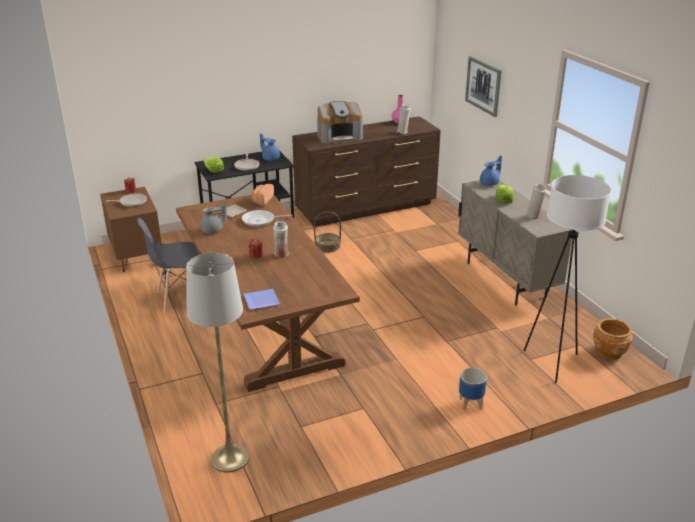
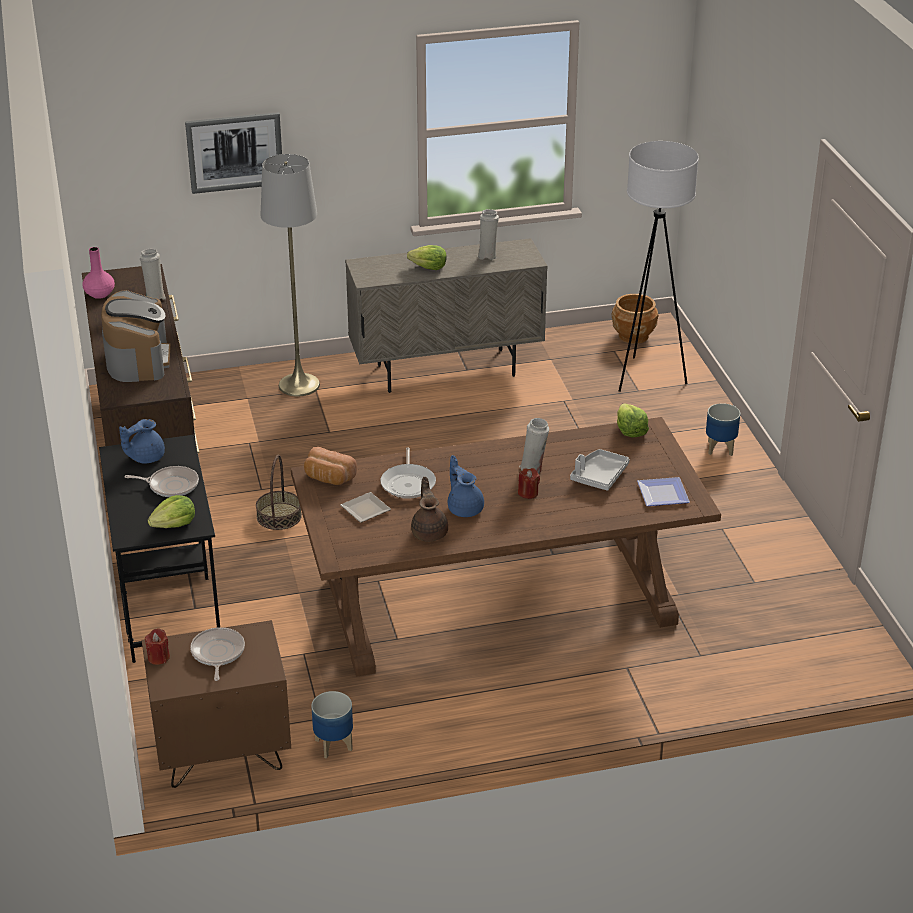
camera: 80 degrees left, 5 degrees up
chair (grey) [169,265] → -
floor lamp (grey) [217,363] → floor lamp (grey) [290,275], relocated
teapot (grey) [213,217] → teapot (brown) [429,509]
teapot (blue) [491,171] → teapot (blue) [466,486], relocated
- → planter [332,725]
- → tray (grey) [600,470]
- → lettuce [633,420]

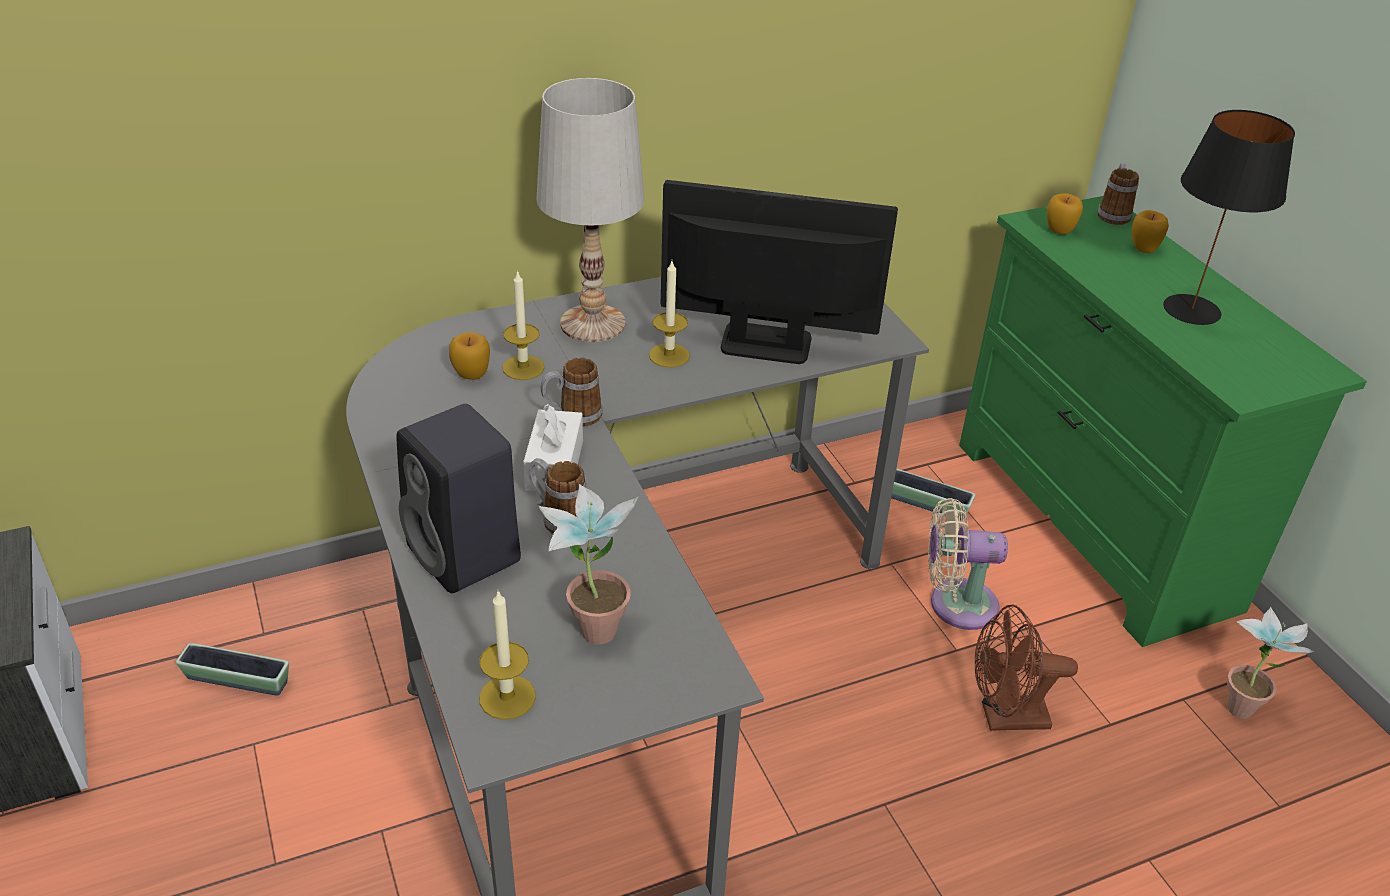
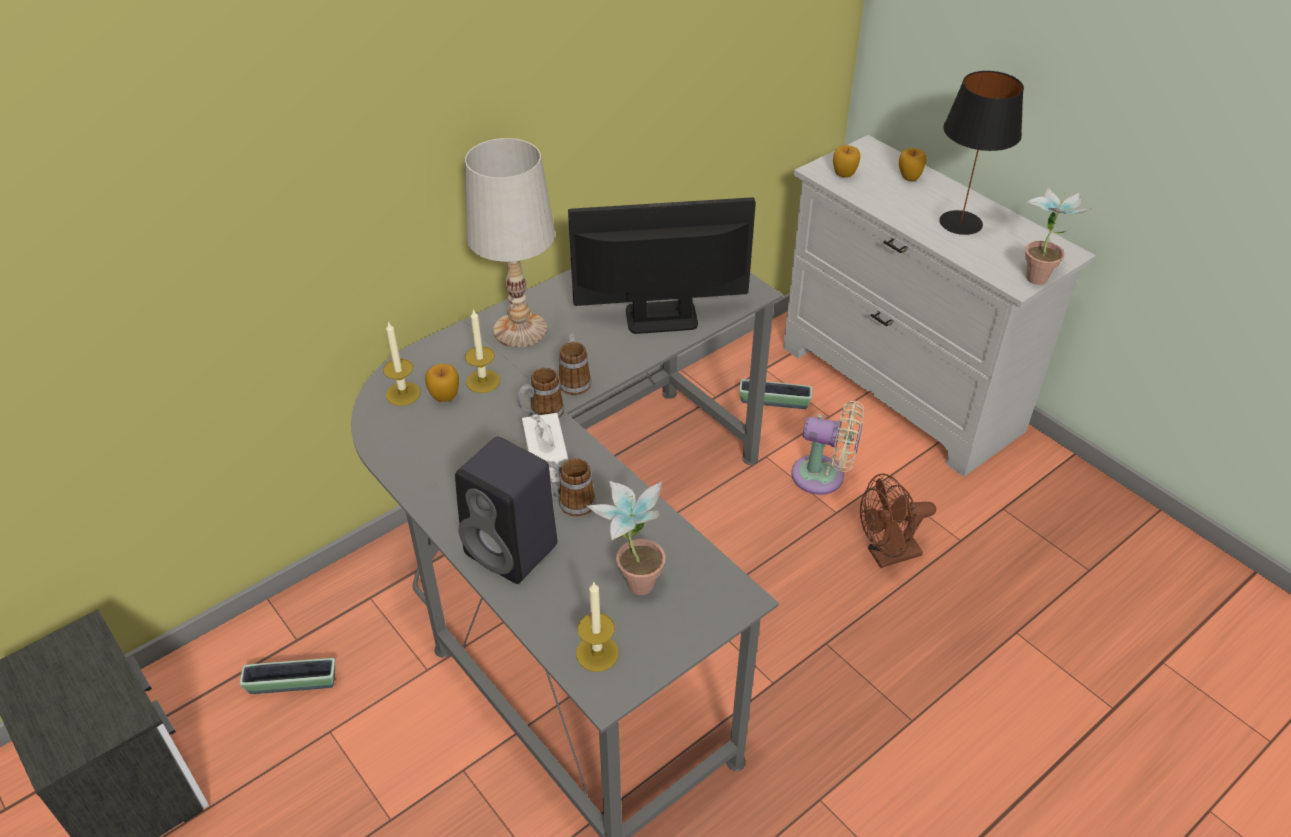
camera: 15 degrees left, 5 degrees up
candle [669,314] → candle [402,363], relocated
fan (beige) [968,564] → fan (beige) [827,448], 150 degrees counterclockwise
dresser (green) [1163,421] → dresser (white) [939,306]
mug [1118,194] → mug [574,364], relocated
potted plant [1271,663] → potted plant [1058,236], relocated

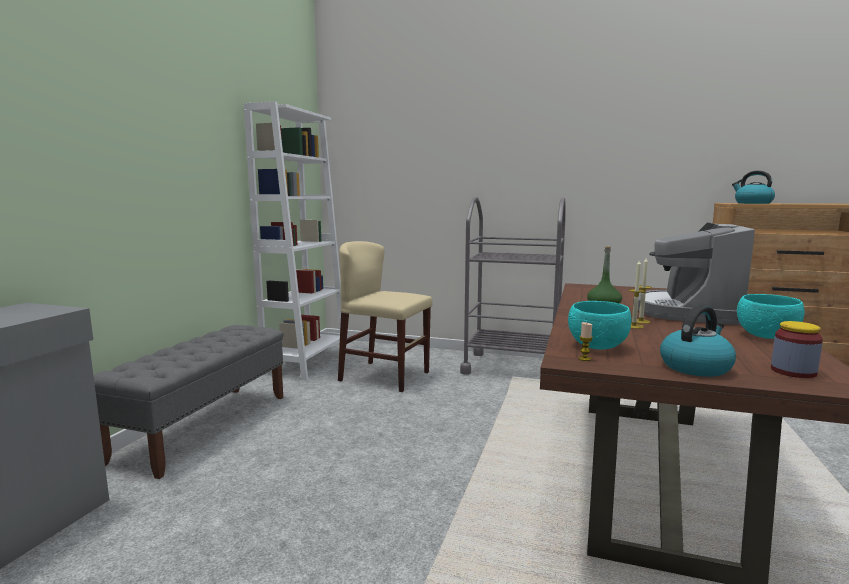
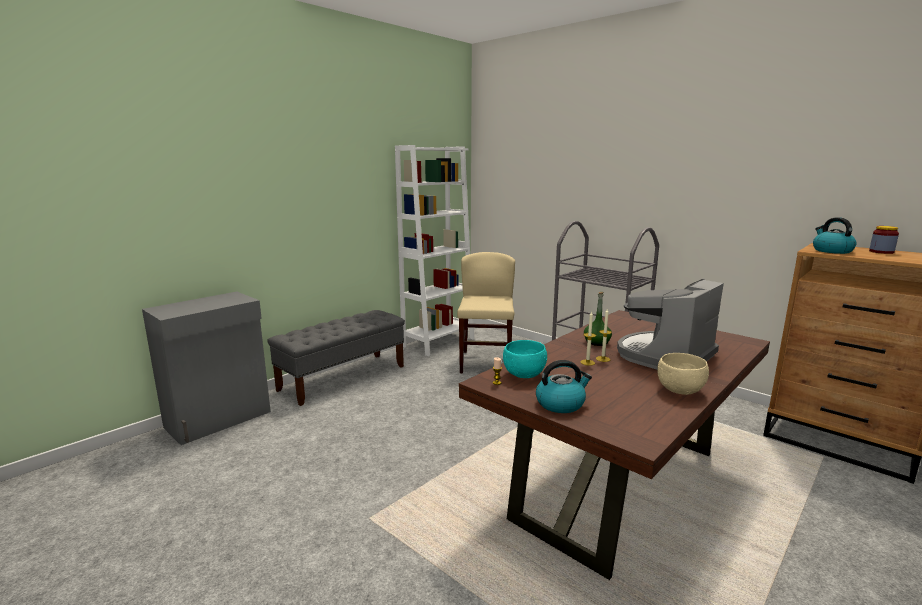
camera: 25 degrees right, 5 degrees up
chair (beige) [385,316] → chair (beige) [486,312], 45 degrees clockwise
bowl (turquoise) [771,316] → bowl (beige) [683,374]
jar [797,349] → jar [884,240], relocated

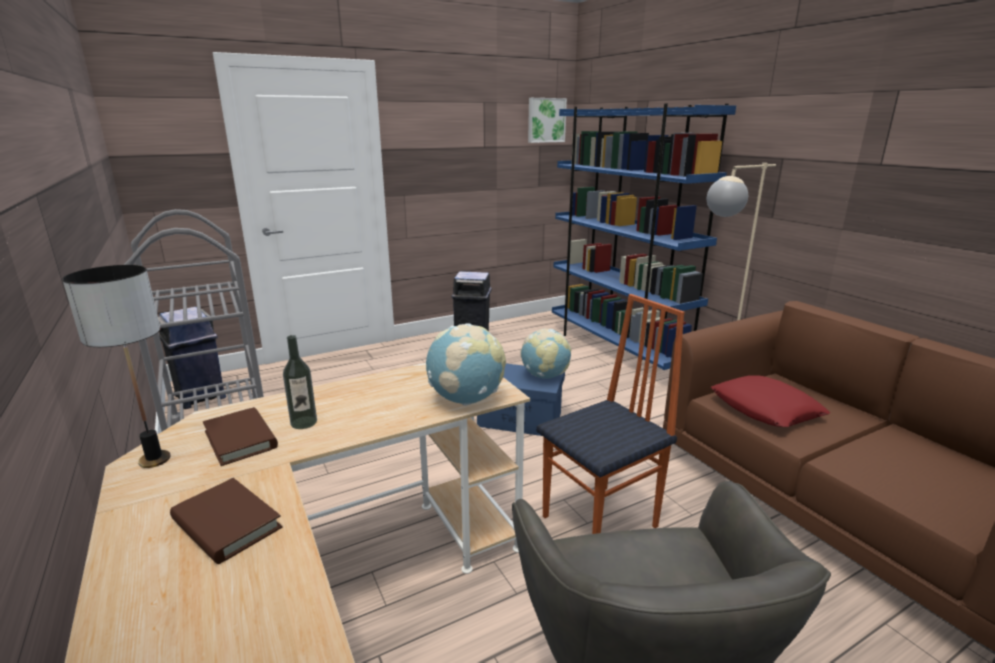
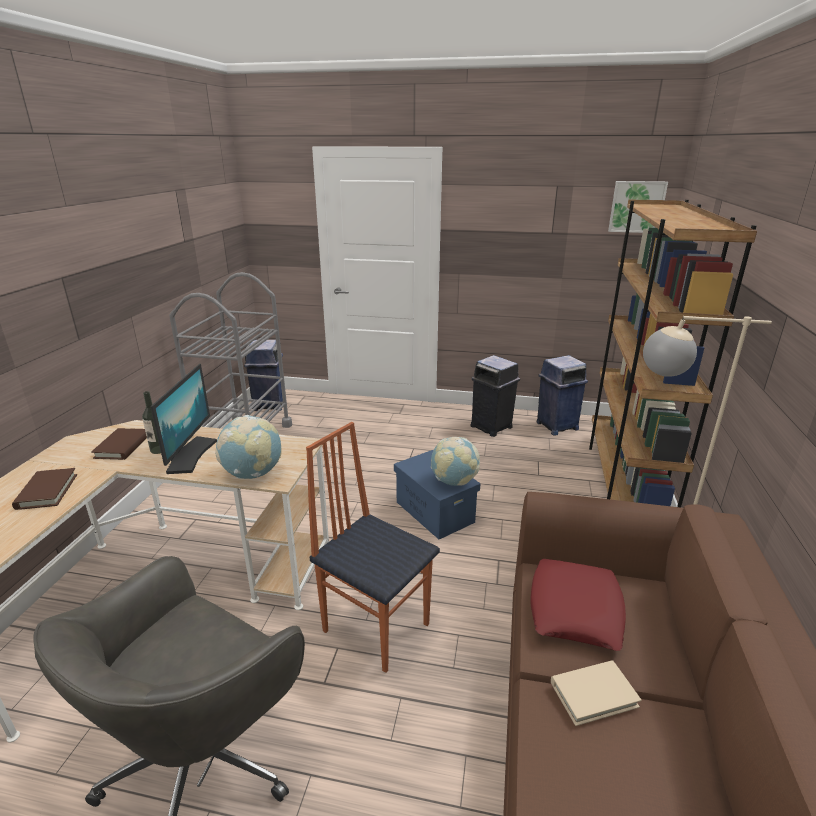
camera: 40 degrees right, 5 degrees up
table lamp [116,366] → -
chair [610,414] → chair [373,547], 150 degrees counterclockwise
bookcase (blue) [644,236] → bookcase (brown) [673,354]
- → monitor [184,419]
- → trash can (blue) [562,395]
- → book (beige) [596,693]

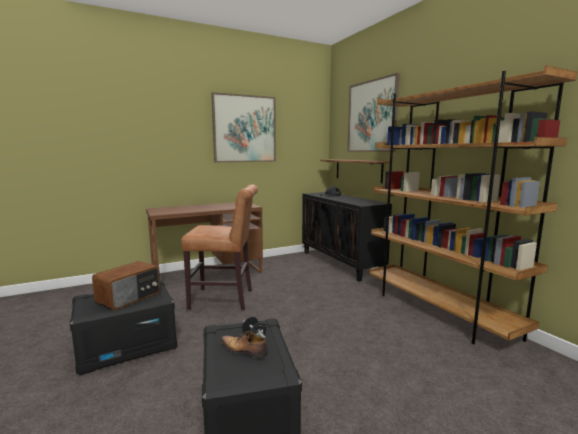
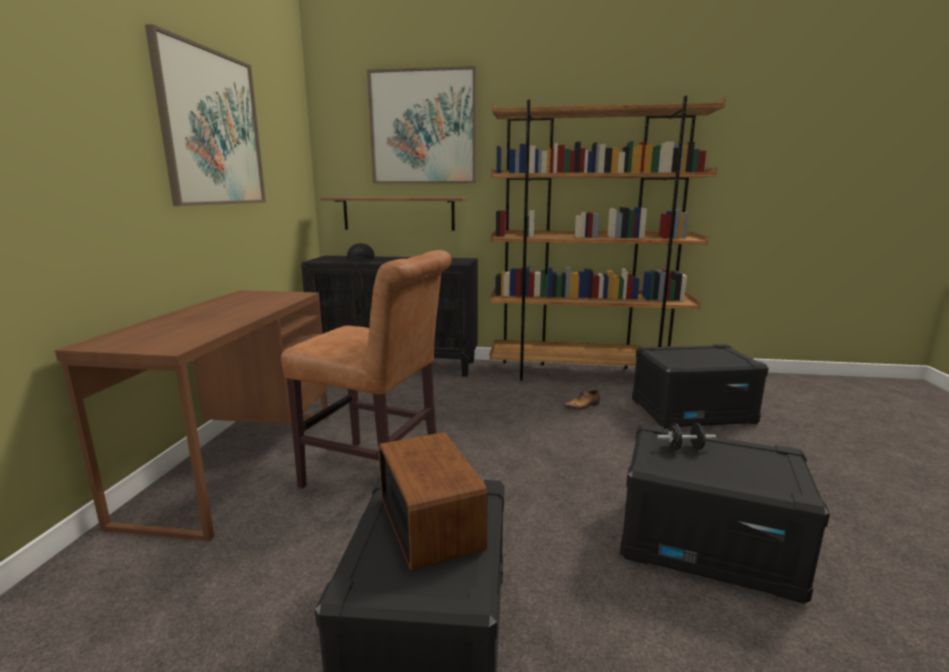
camera: 55 degrees left, 5 degrees up
chair (brown) [219,247] → chair (brown) [366,369], 75 degrees clockwise
shoe [244,345] → shoe [581,400], relocated
- → storage box (black) [700,386]

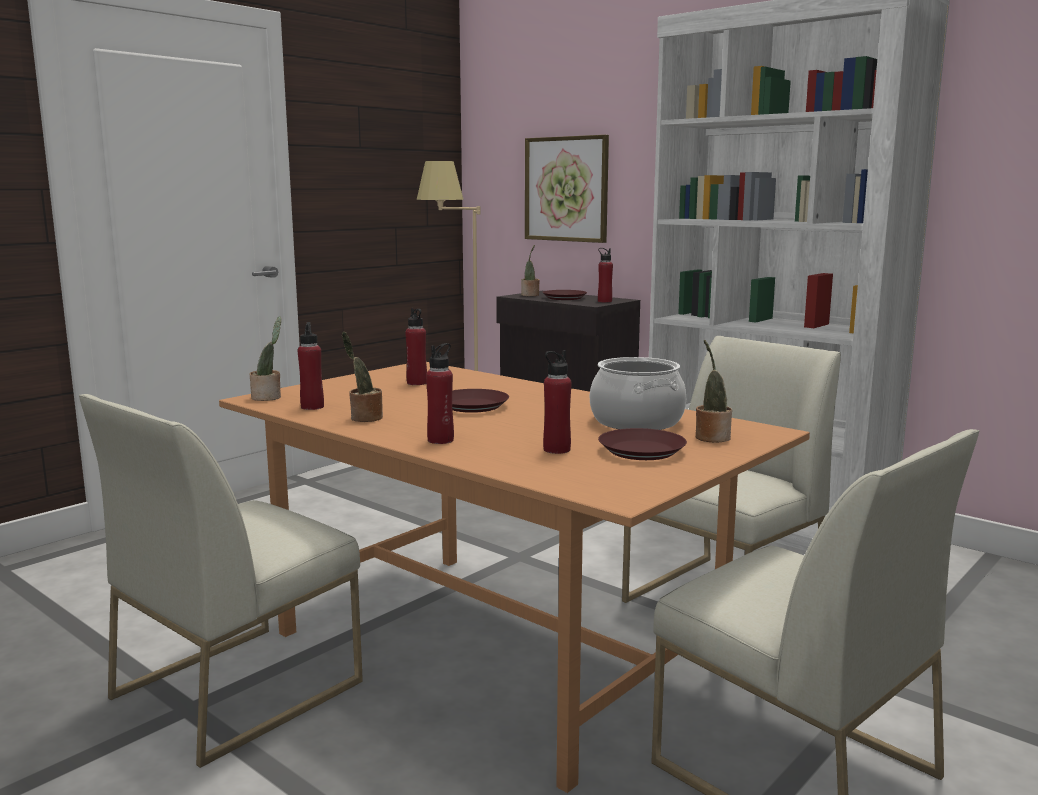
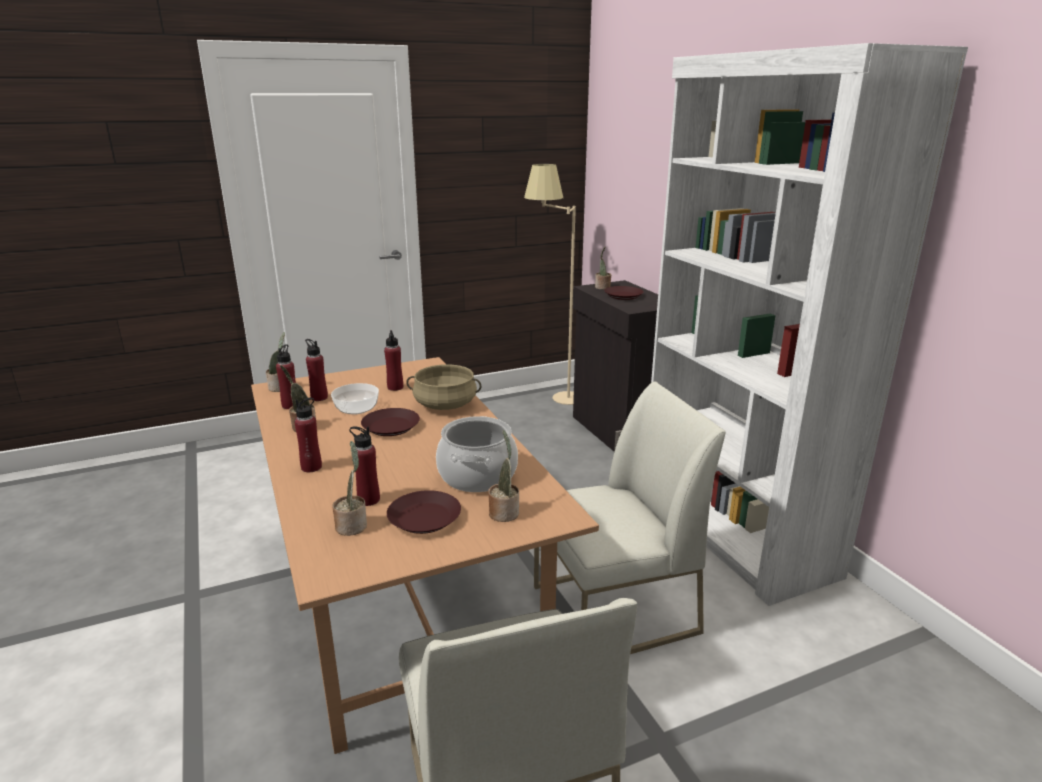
camera: 25 degrees right, 10 degrees up
chair (white) [221,581] → -
picture [567,189] → -
bottle (red) [605,275] → bottle (red) [316,370], relocated
- → bowl [355,399]
- → potted plant [349,488]
- → cooking pot (beige) [444,387]

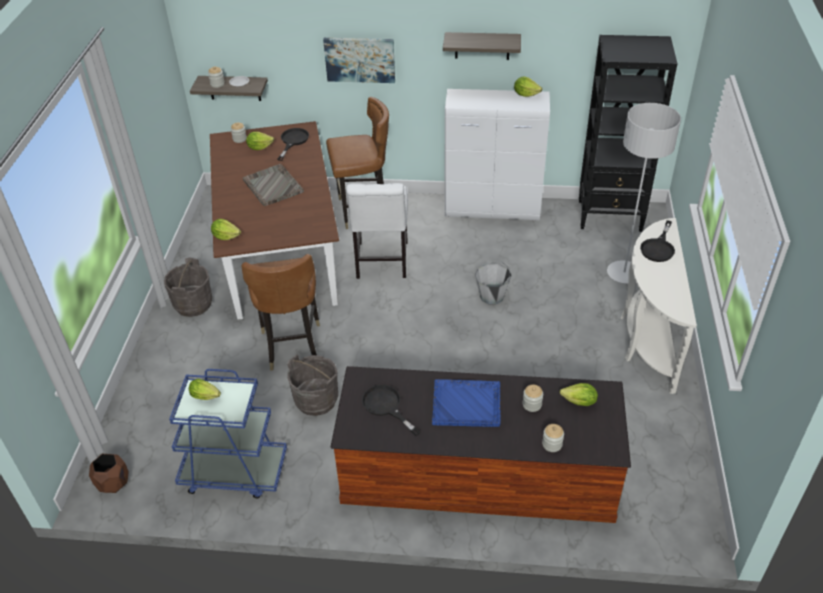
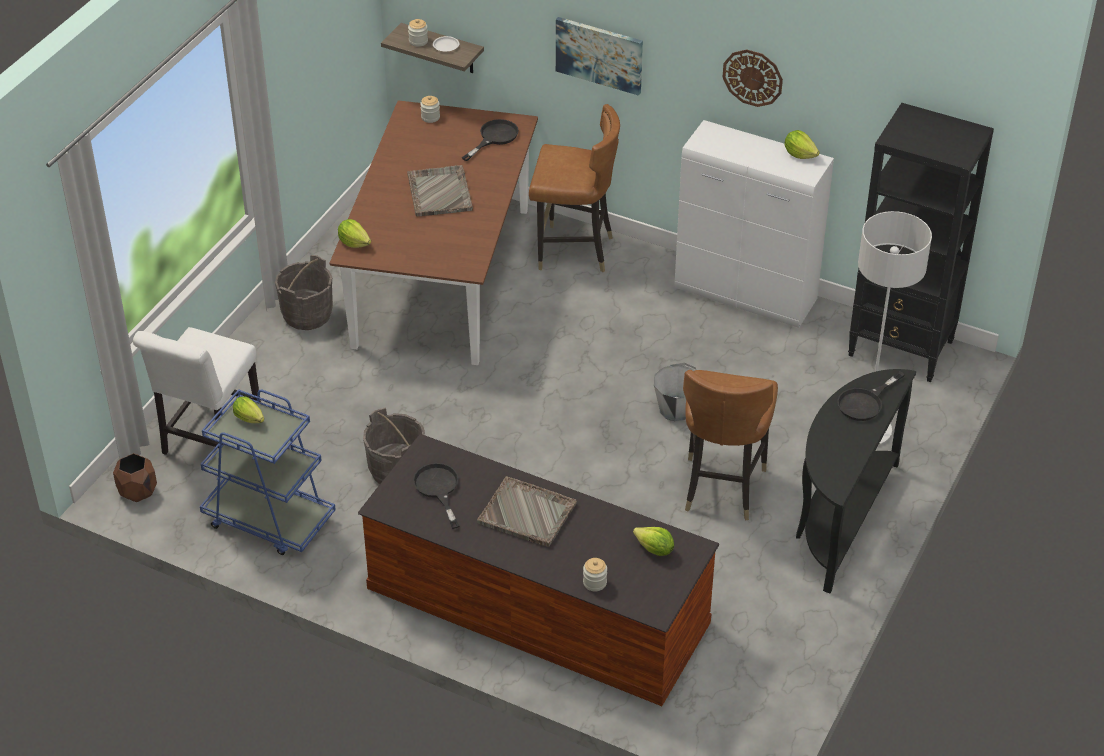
camera: 20 degrees right, 0 degrees up
chair (brown) [280,312] → chair (brown) [730,445], relocated
lettuce [260,141] → -
chair (white) [377,231] → chair (white) [197,391], relocated
tray (blue) [466,403] → tray (grey) [527,511]
shelf [482,46] → wall clock [752,78]
jar [533,398] → -
console table (white) [658,306] → console table (black) [856,481]

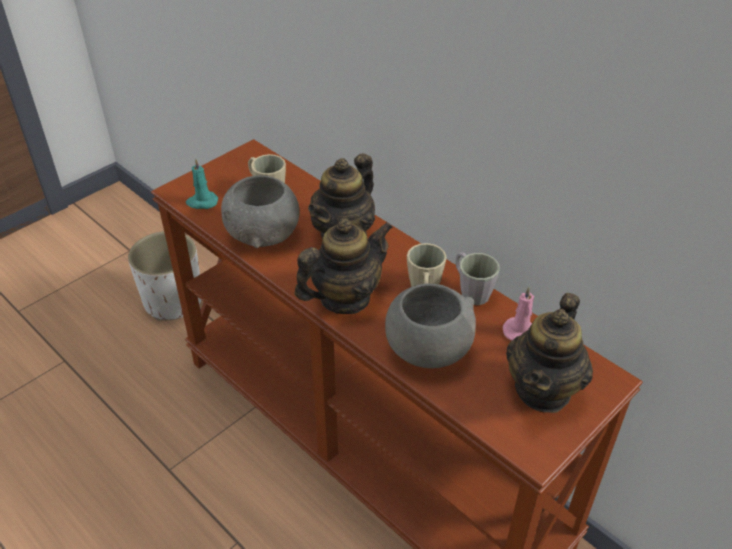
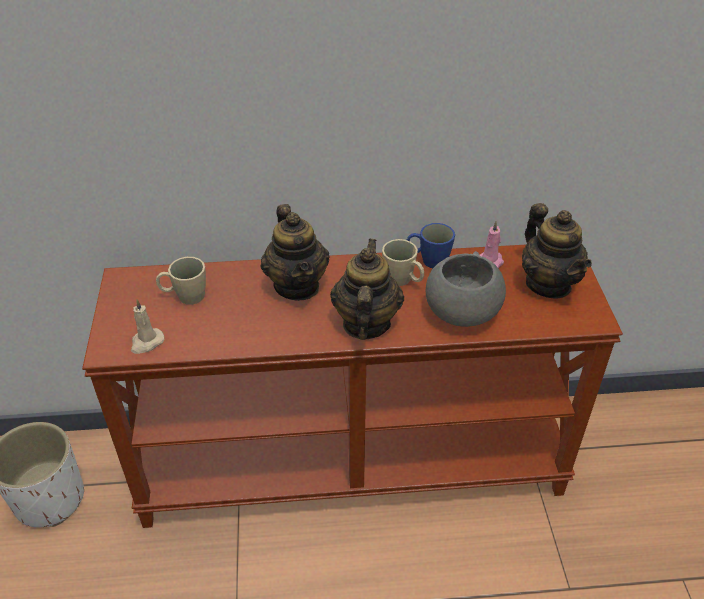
camera: 50 degrees left, 0 degrees up
candle (turquoise) [202,184] → candle (beige) [147,326]
bowl (grey) [260,211] → -
mug (grey) [478,278] → mug (blue) [431,245]

